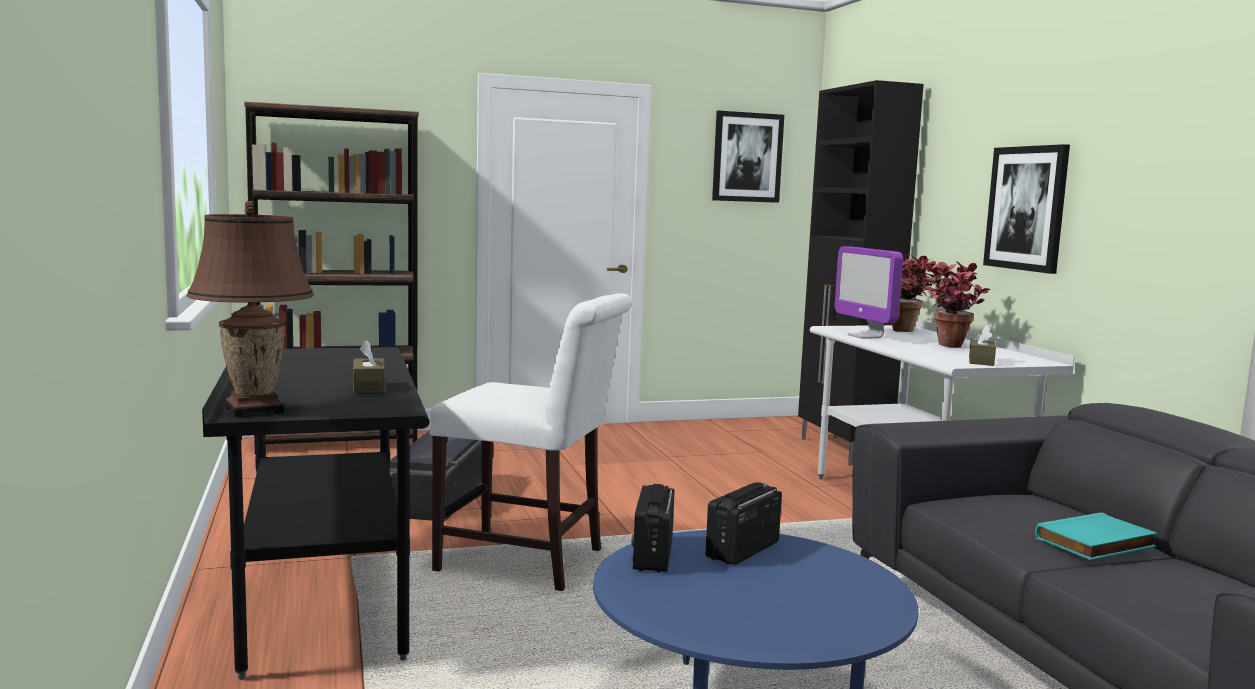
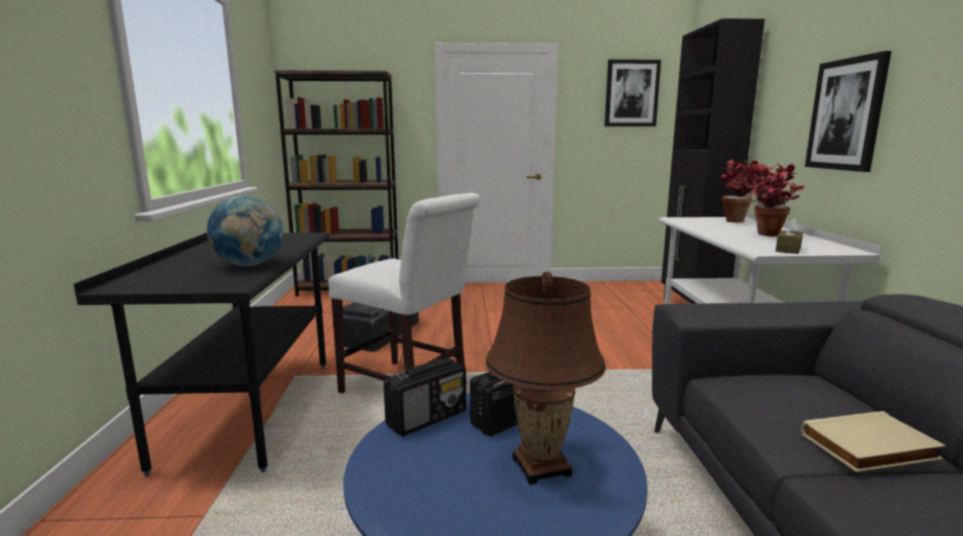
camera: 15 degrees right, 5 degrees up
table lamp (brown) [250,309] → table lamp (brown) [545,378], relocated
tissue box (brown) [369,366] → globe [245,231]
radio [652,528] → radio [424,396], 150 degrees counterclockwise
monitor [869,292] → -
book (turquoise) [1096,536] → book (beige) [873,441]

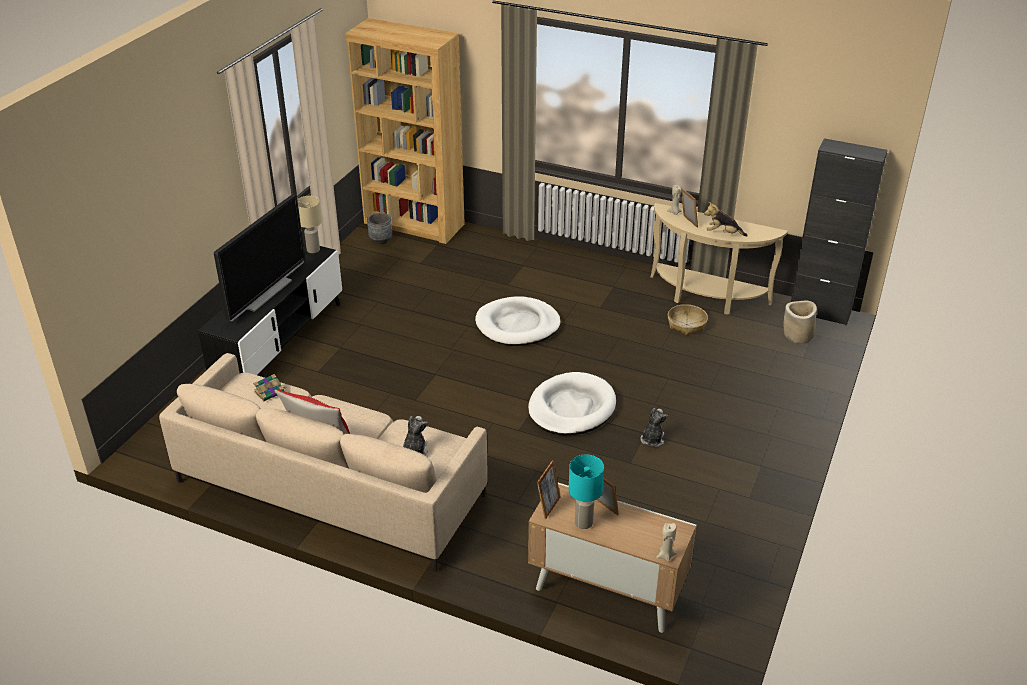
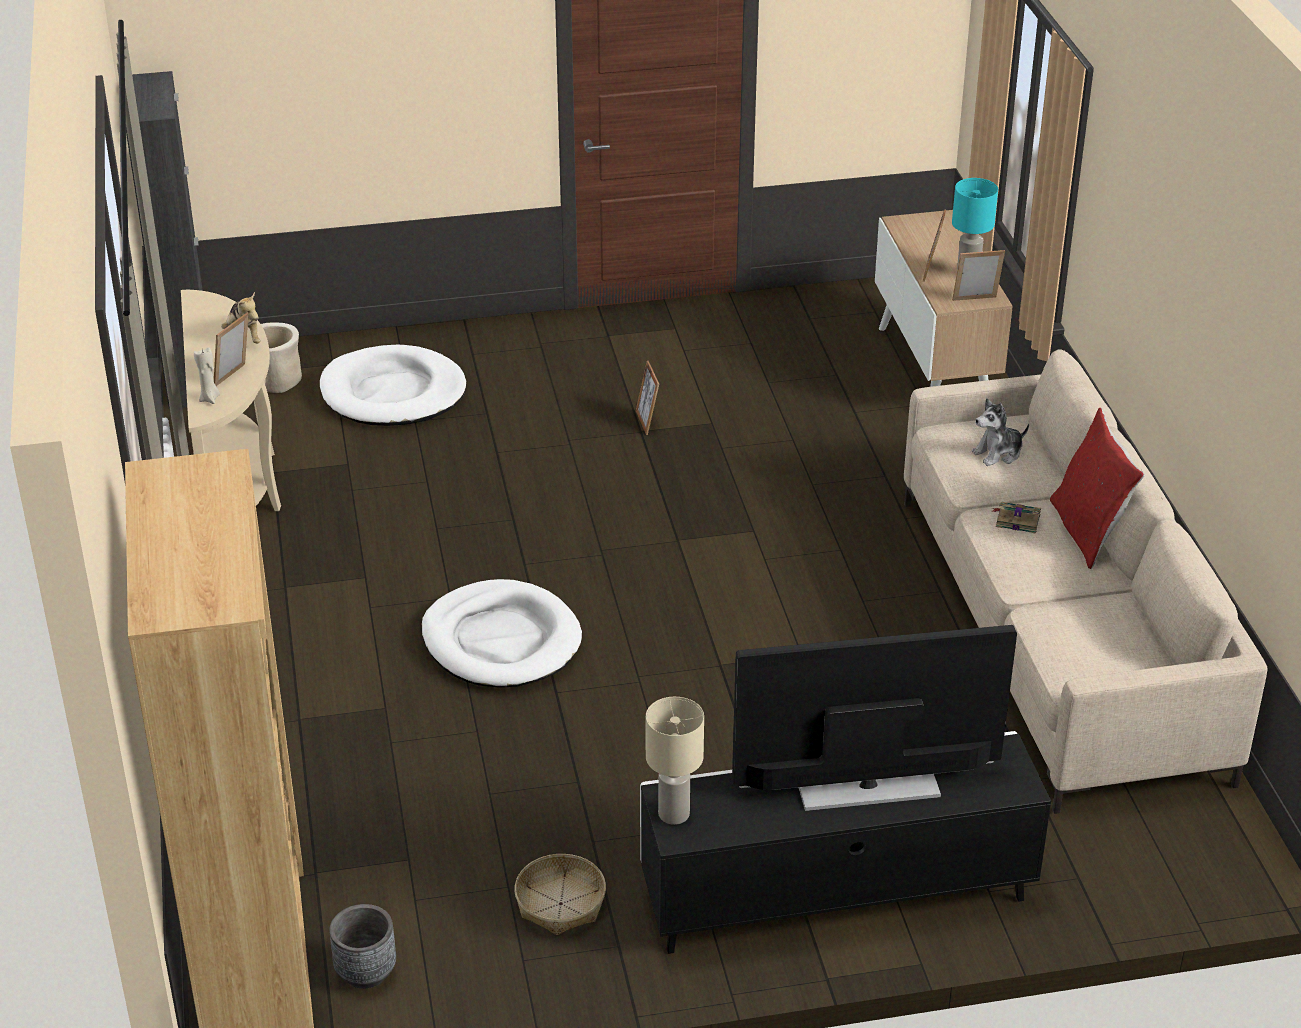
camera: 125 degrees left, 0 degrees up
book [269,388] → book [1017,517], relocated
dog bed (white) [572,403] → dog bed (white) [393,385], relocated
plush toy [654,427] → picture frame [647,398]
candle (beige) [667,542] → -
basket [688,319] → basket [560,894], relocated

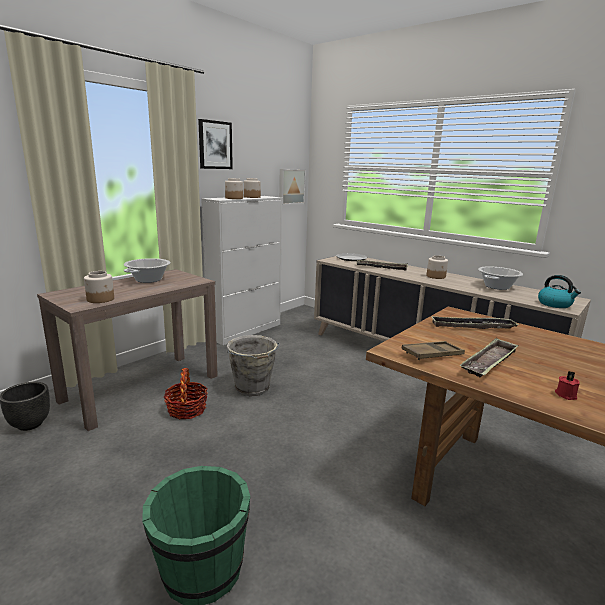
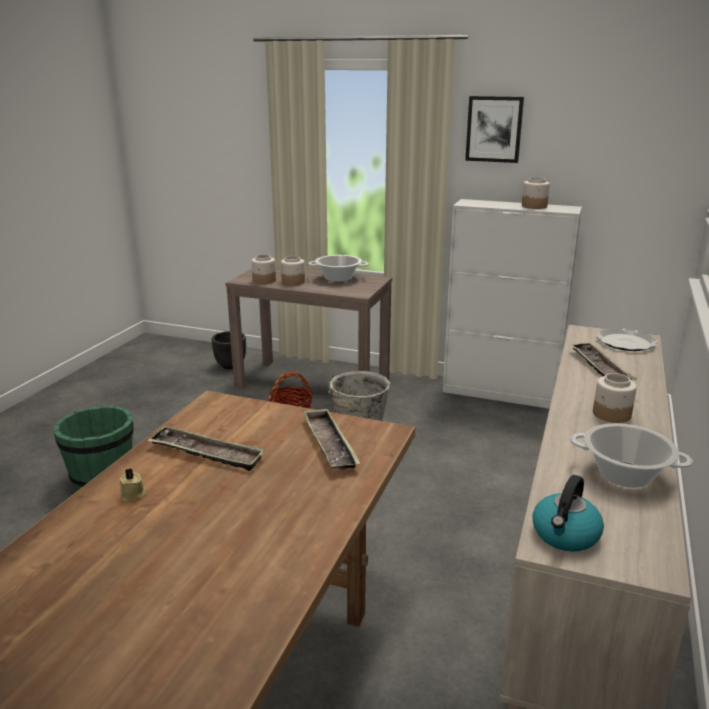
camera: 70 degrees right, 5 degrees up
jar [234,188] → jar [293,271], relocated
picture [292,187] → -
tray (brown) [433,350] → -
candle (red) [567,385] → candle (beige) [132,485]

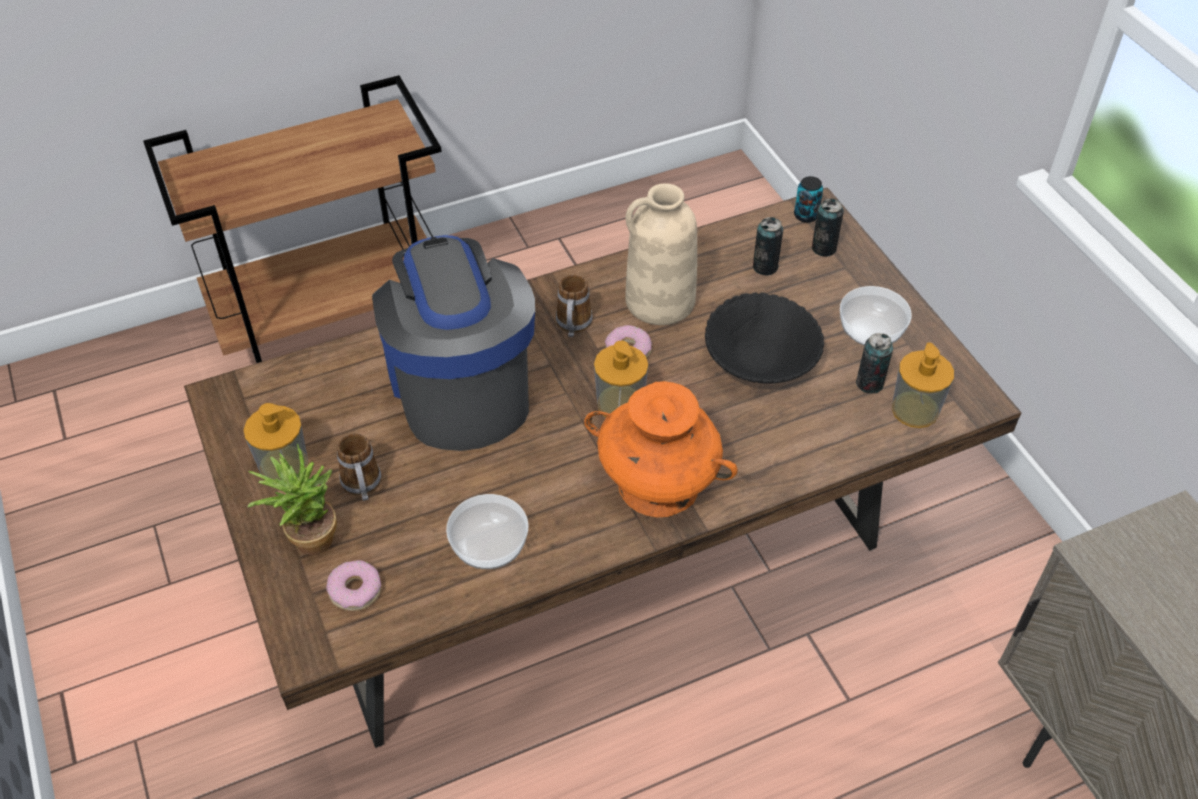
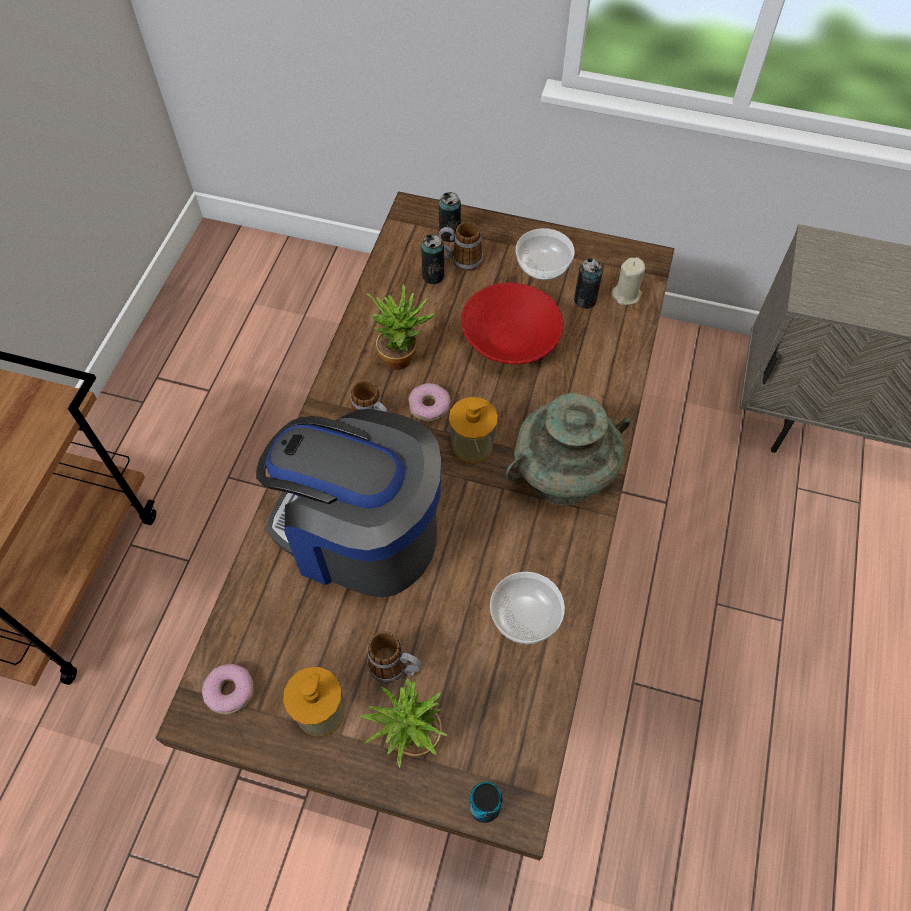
camera: 50 degrees left, 10 degrees up
donut [353,585] → donut [227,689], relocated
vase (orange) [661,449] → vase (turquoise) [568,449]
vase (beige) [661,254] → potted plant [401,327]
bowl (black) [764,338] → bowl (red) [512,323]
can [808,199] → can [485,802], relocated
soap dispenser [923,385] → candle (beige) [628,281]
- → mug [461,246]

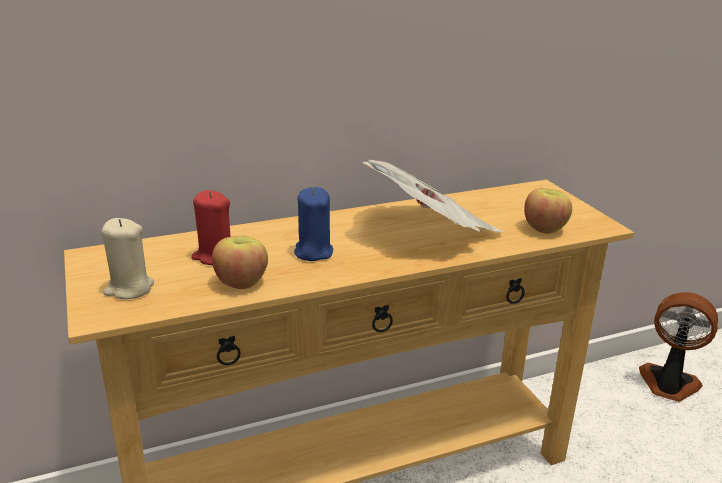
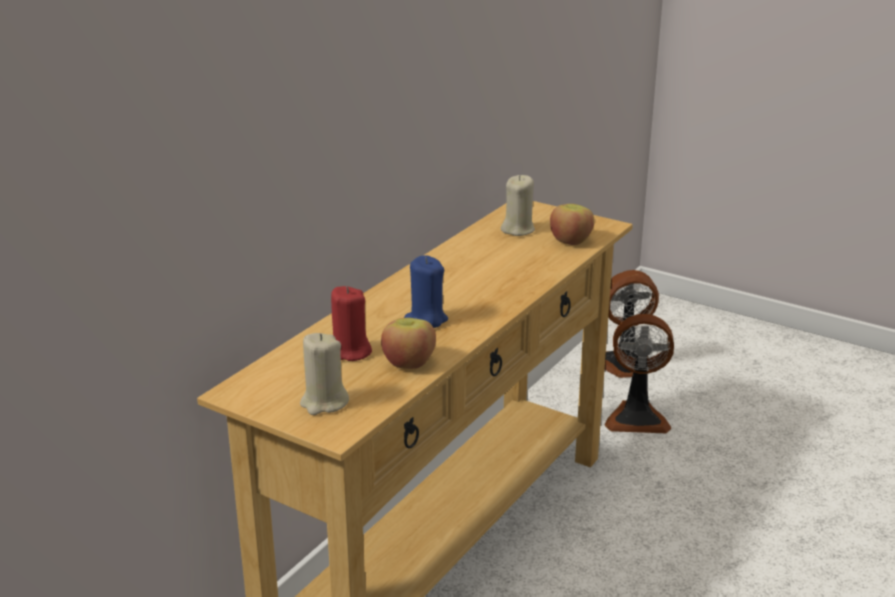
camera: 35 degrees left, 0 degrees up
newspaper [432,196] → -
- → candle (beige) [518,205]
- → fan [639,373]

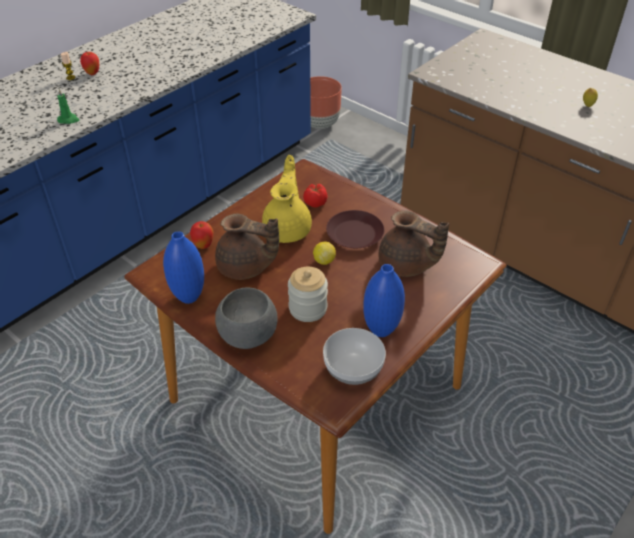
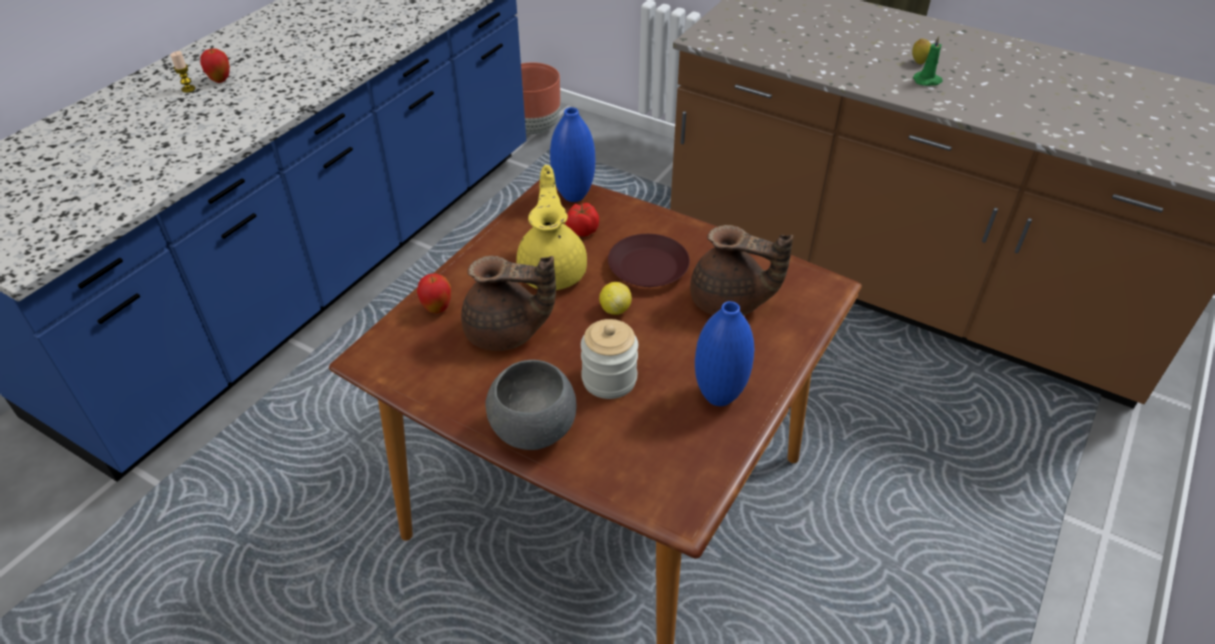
camera: 10 degrees left, 0 degrees up
candle (green) [68,106] → candle (green) [928,61], relocated
vase (blue) [183,267] → vase (blue) [572,154], relocated
bowl [354,356] → -

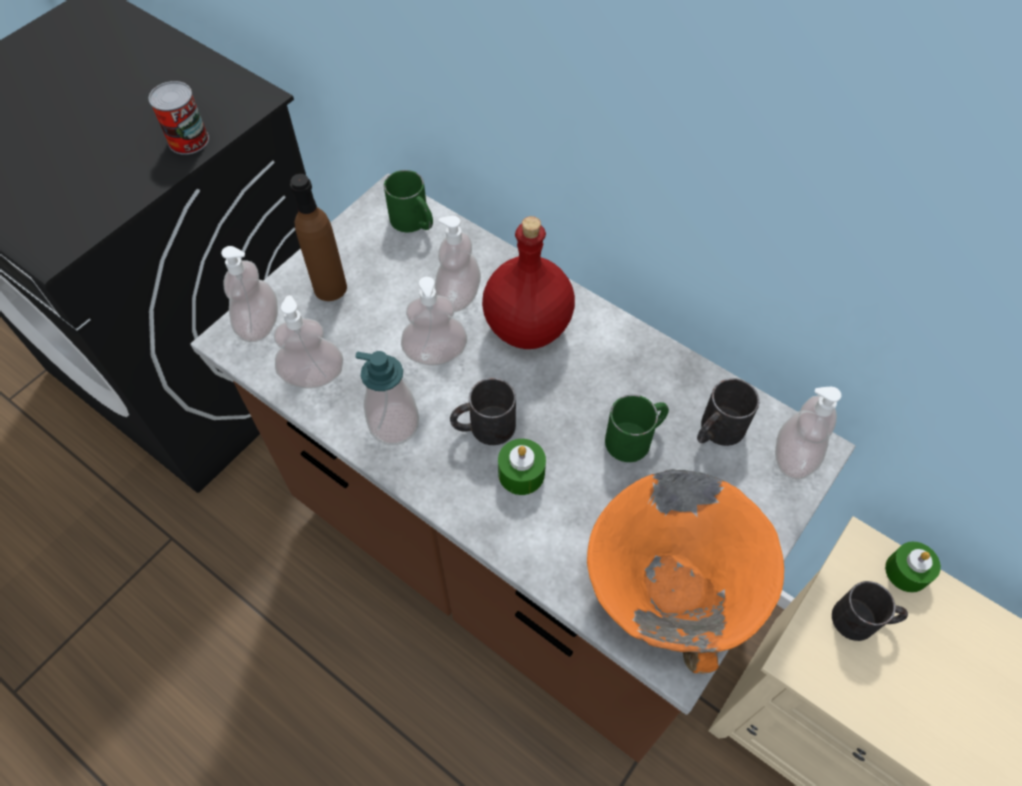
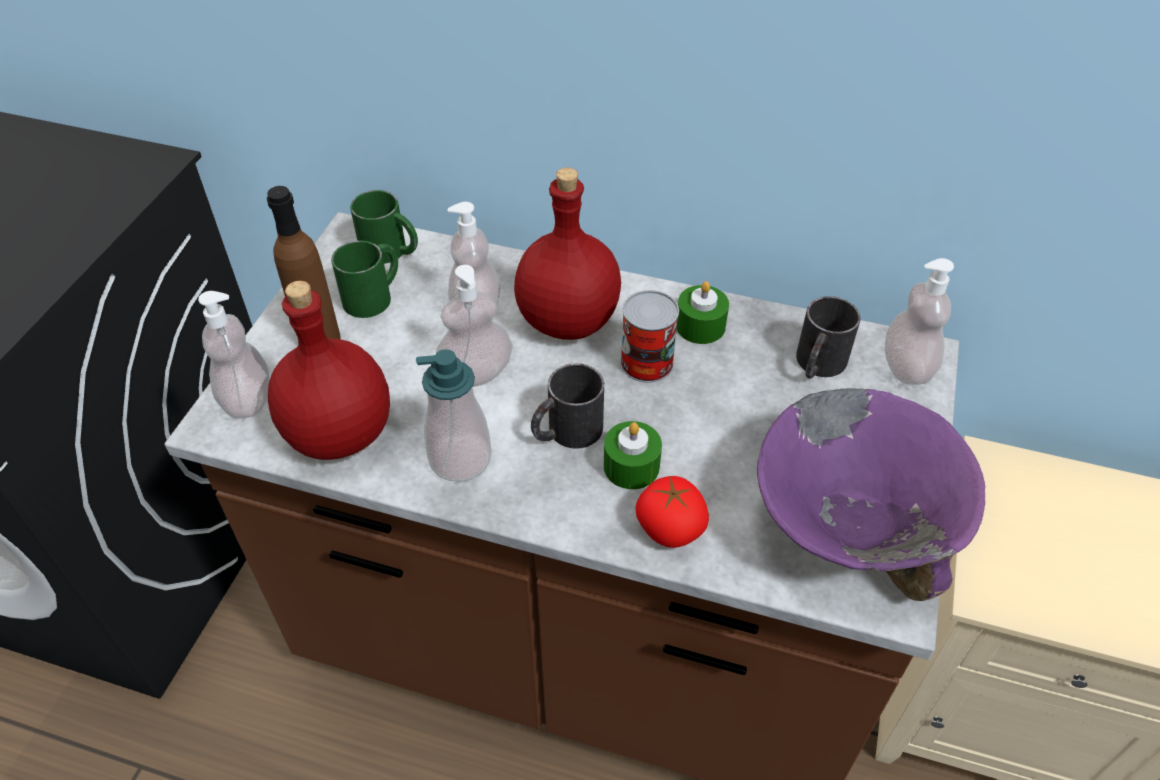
camera: 20 degrees left, 10 degrees down
can [178,118] → can [649,336], relocated
soap dispenser [308,342] → bottle (red) [329,370]
bowl (orange) [685,571] → bowl (purple) [871,494]
mug (green) [637,428] → mug (green) [364,279], relocated
mug (black) [870,611] → -
candle (green) [913,567] → candle (green) [703,312], relocated
- → tomato [672,512]

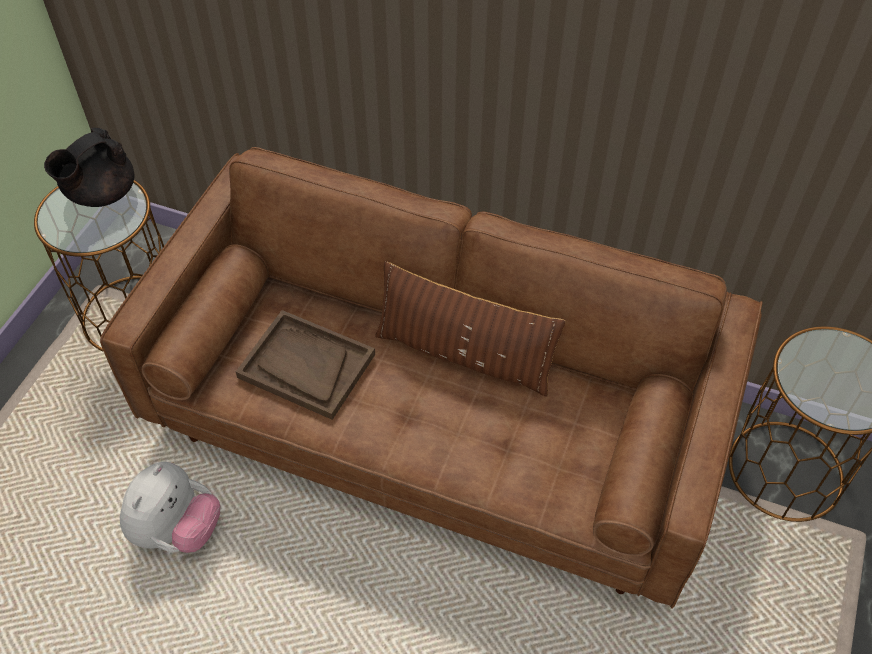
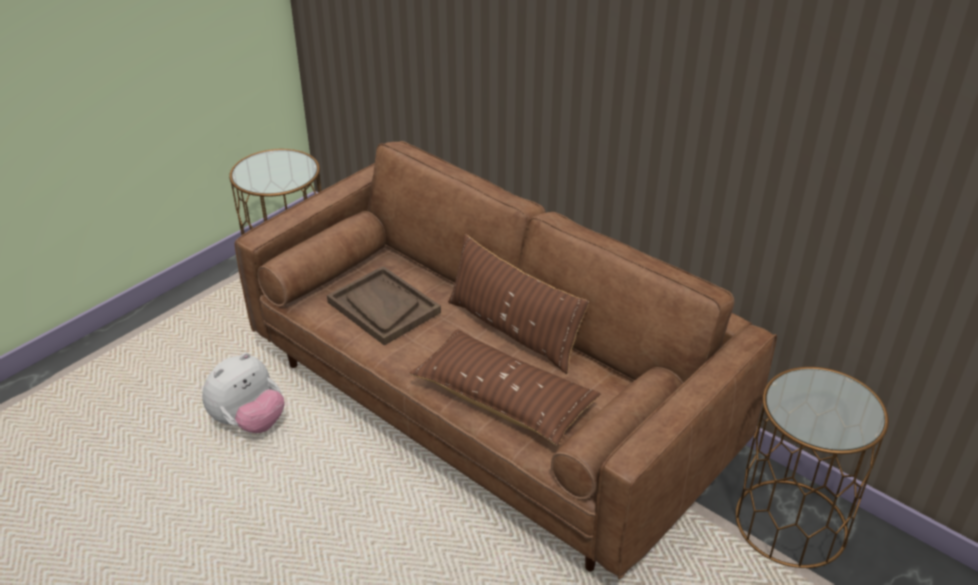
camera: 20 degrees right, 15 degrees down
teapot (black) [89,167] → -
- → pillow (brown) [504,387]

